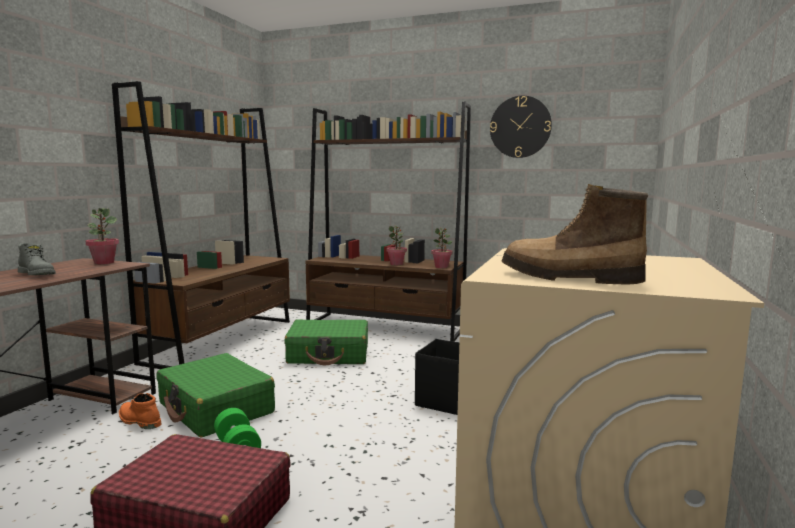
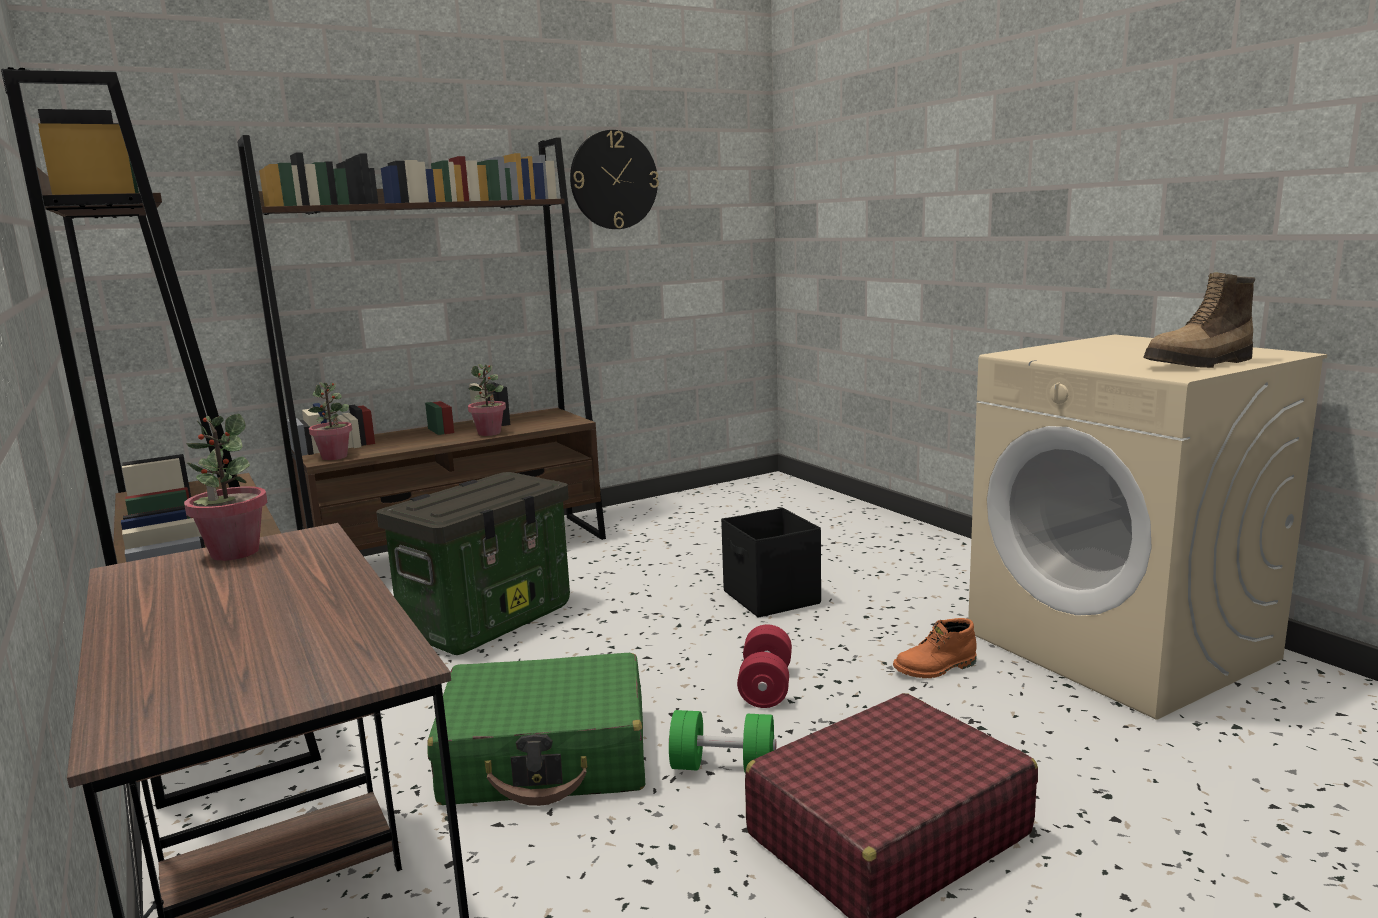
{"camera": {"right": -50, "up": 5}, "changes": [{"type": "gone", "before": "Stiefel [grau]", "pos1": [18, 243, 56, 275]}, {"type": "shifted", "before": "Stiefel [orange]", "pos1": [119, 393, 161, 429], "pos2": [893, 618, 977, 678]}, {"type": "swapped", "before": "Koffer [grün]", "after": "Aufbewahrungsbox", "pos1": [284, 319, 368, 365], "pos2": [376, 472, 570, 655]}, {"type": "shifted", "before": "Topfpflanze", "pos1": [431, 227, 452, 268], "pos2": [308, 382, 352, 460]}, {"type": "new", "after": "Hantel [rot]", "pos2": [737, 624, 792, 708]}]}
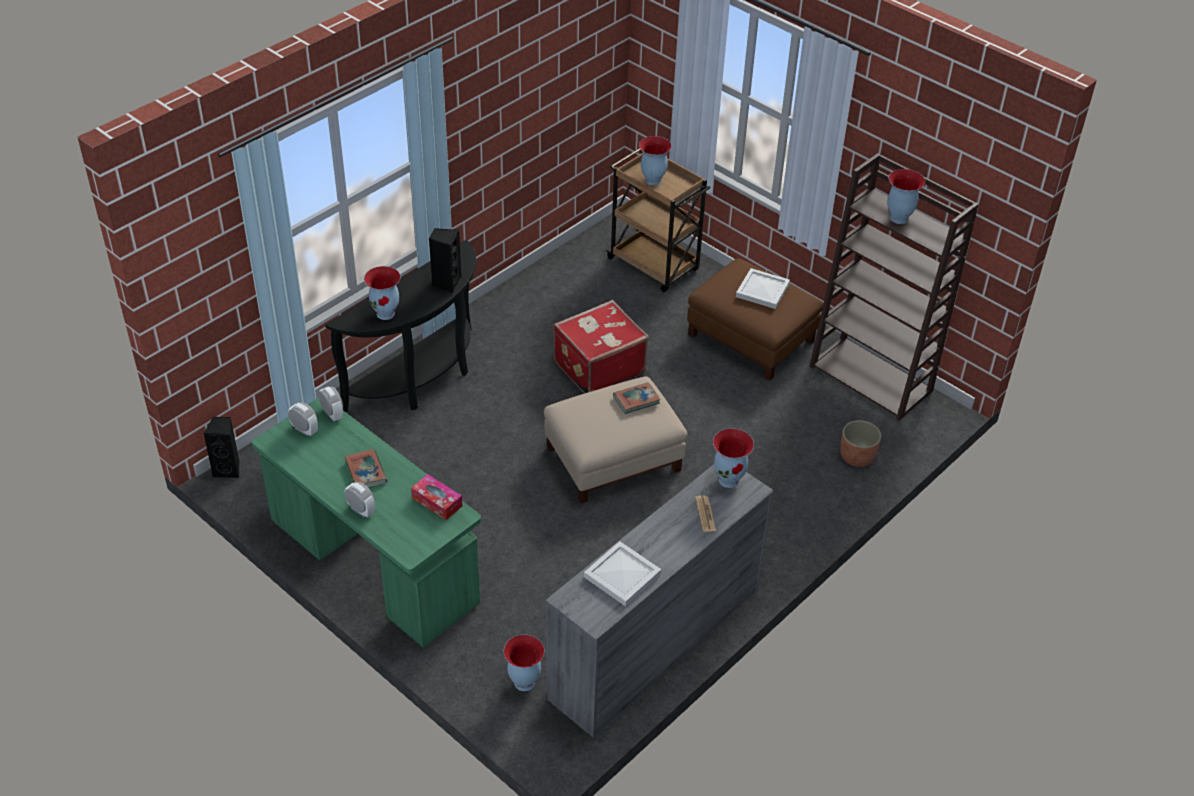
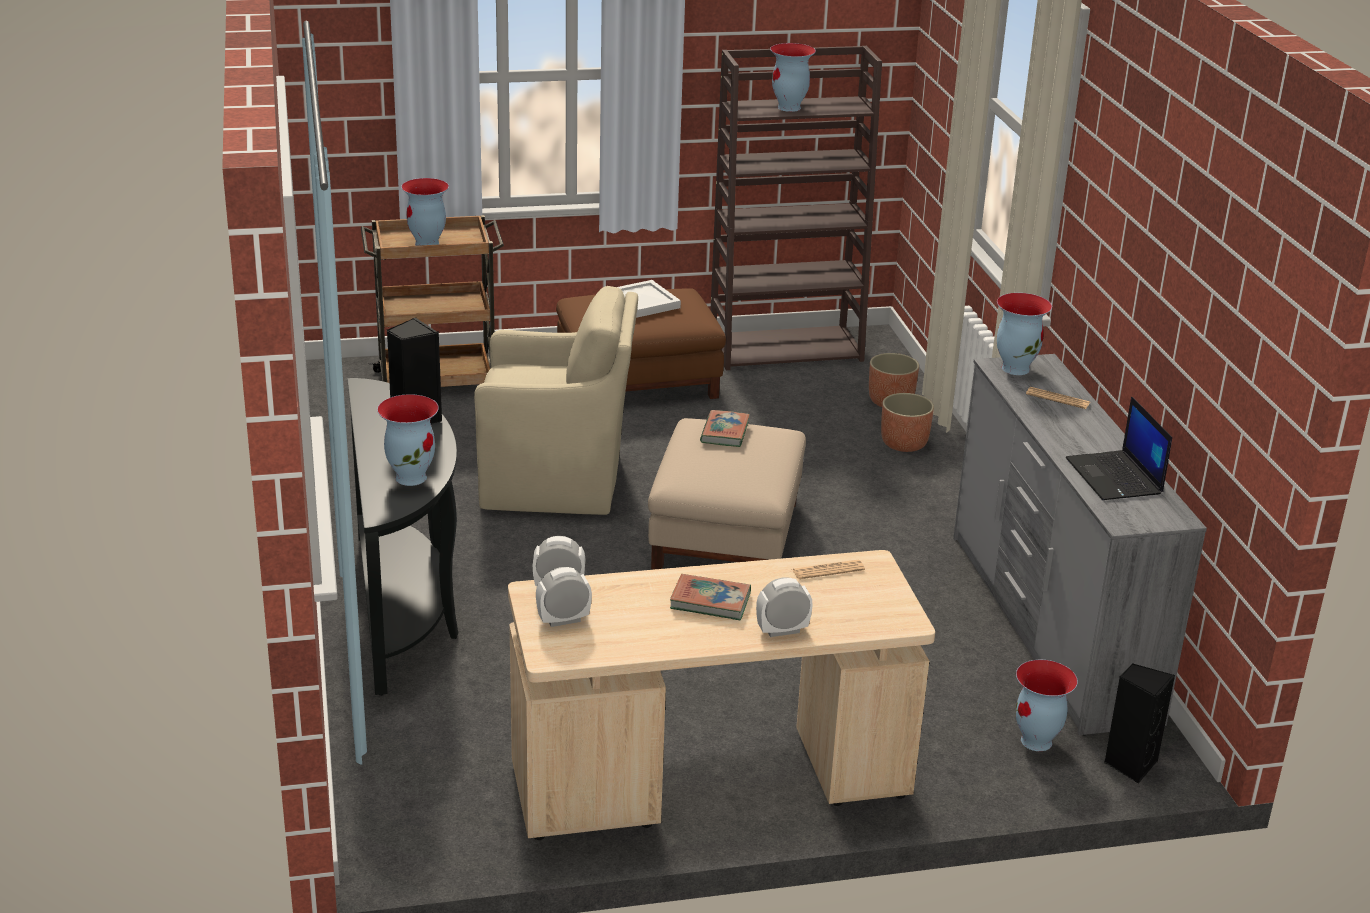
{"camera": {"right": -55, "up": -15}, "changes": [{"type": "shifted", "before": "Lautsprecher [schwarz]", "pos1": [204, 417, 239, 478], "pos2": [1104, 663, 1175, 783]}, {"type": "repainted", "before": "Schreibtisch [grün]", "after": "Schreibtisch [beige]", "pos1": [252, 398, 481, 647], "pos2": [508, 550, 935, 840]}, {"type": "swapped", "before": "Taschentuchbox", "after": "Zeitung", "pos1": [411, 474, 462, 520], "pos2": [792, 560, 865, 579]}, {"type": "swapped", "before": "Koffer [rot]", "after": "Sessel [beige]", "pos1": [553, 300, 649, 394], "pos2": [474, 286, 638, 515]}, {"type": "swapped", "before": "Tablett [weiß]", "after": "Laptop", "pos1": [584, 541, 661, 607], "pos2": [1066, 396, 1172, 500]}, {"type": "new", "after": "Pflanzkübel", "pos2": [881, 393, 934, 452]}]}
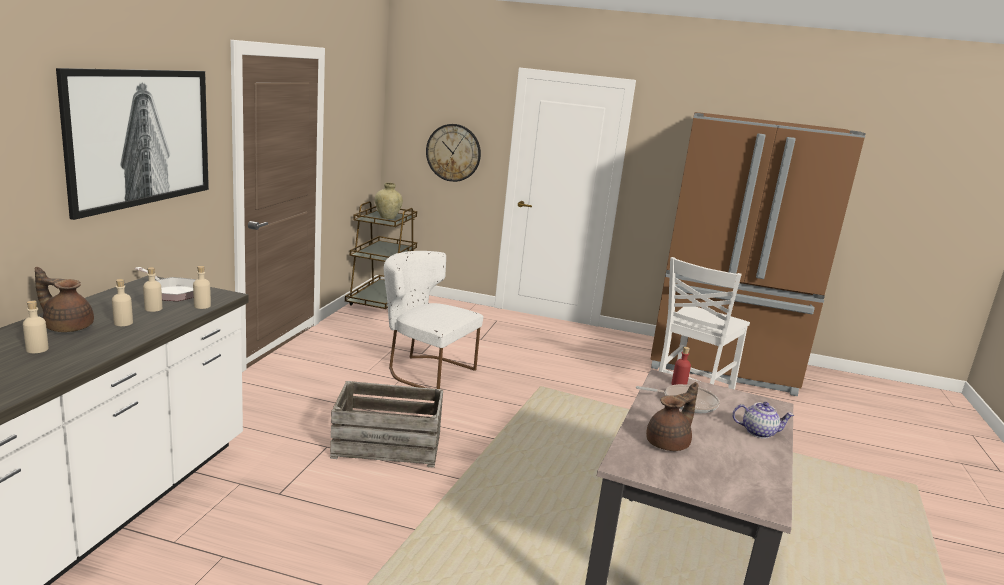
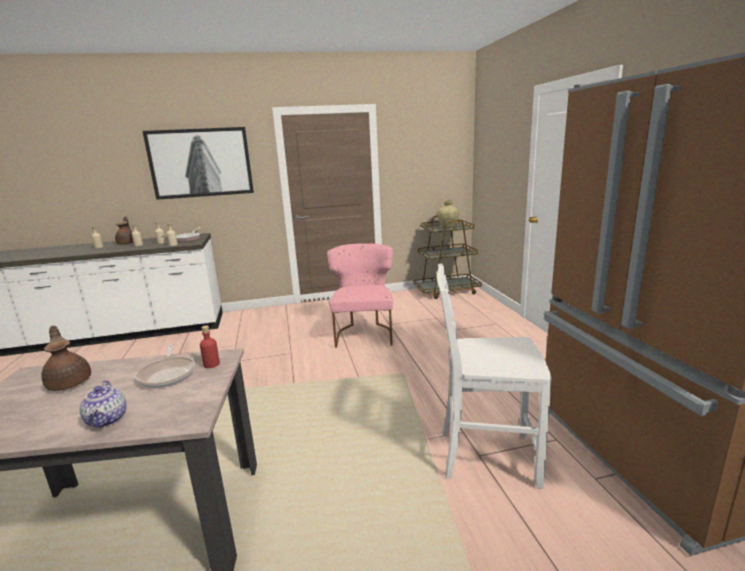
{"camera": {"right": 65, "up": 0}, "changes": [{"type": "gone", "before": "Kiste", "pos1": [330, 381, 443, 468]}, {"type": "repainted", "before": "Stuhl [weiß]", "after": "Stuhl [rosa]", "pos1": [384, 251, 483, 389], "pos2": [327, 243, 393, 348]}, {"type": "gone", "before": "Wanduhr", "pos1": [426, 124, 481, 182]}, {"type": "rotated", "before": "Teekanne [braun]", "pos1": [646, 382, 698, 451], "pos2": [42, 326, 91, 391], "turn": -150}]}
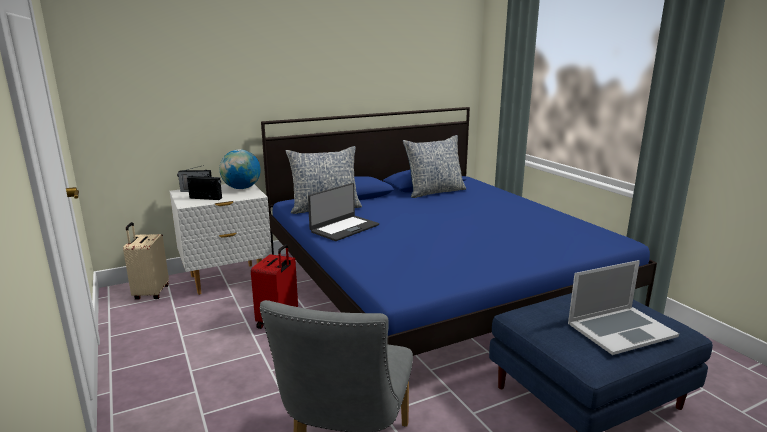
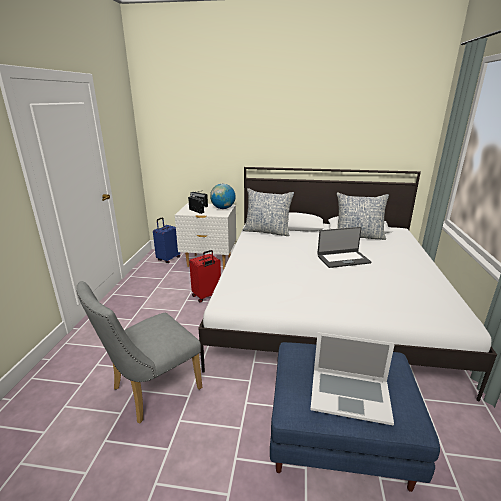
{"camera": {"right": 35, "up": 5}, "changes": [{"type": "repainted", "before": "Koffer [beige]", "after": "Koffer [blau]", "pos1": [123, 222, 169, 300], "pos2": [153, 217, 180, 263]}, {"type": "repainted", "before": "Bett [blau]", "after": "Bett [weiß]", "pos1": [261, 107, 657, 356], "pos2": [199, 167, 497, 401]}, {"type": "shifted", "before": "Laptop", "pos1": [308, 183, 379, 241], "pos2": [317, 227, 372, 268]}]}
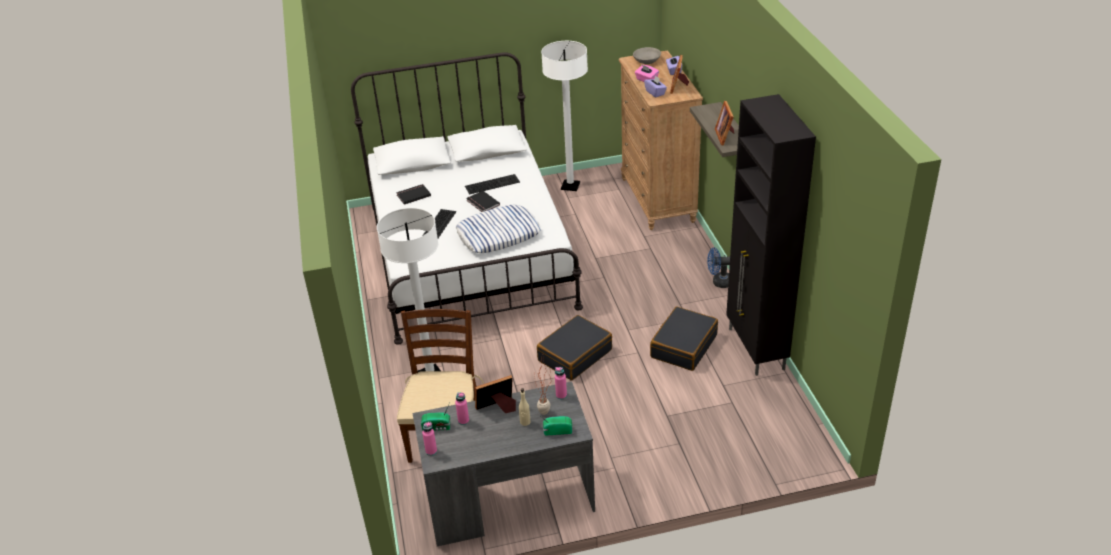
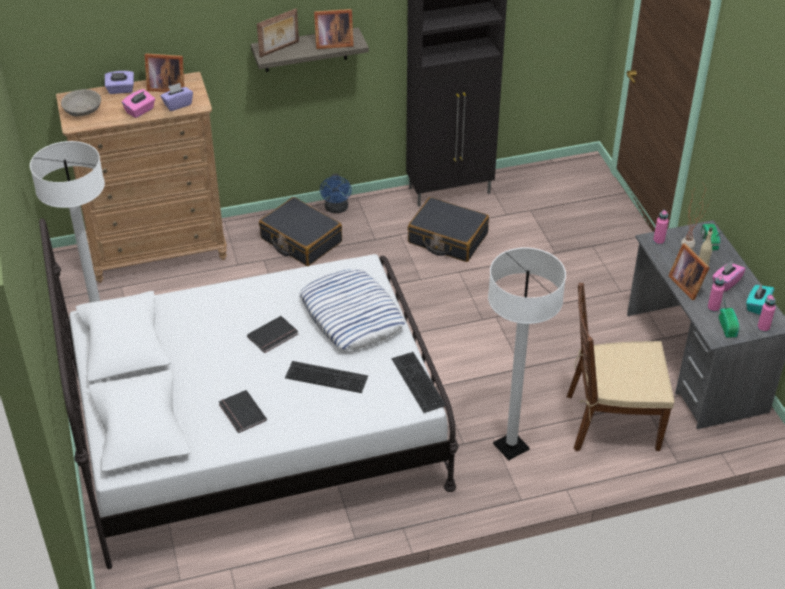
{"camera": {"right": -95, "up": 5}, "changes": [{"type": "shifted", "before": "Tastatur", "pos1": [465, 174, 520, 195], "pos2": [392, 352, 446, 413]}, {"type": "shifted", "before": "Koffer [schwarz]", "pos1": [537, 315, 612, 380], "pos2": [259, 197, 342, 266]}, {"type": "new", "after": "Bilderrahmen", "pos2": [257, 8, 299, 57]}, {"type": "new", "after": "Taschentuchbox [rosa]", "pos2": [712, 261, 746, 291]}, {"type": "new", "after": "Taschentuchbox [türkis]", "pos2": [746, 283, 774, 315]}]}
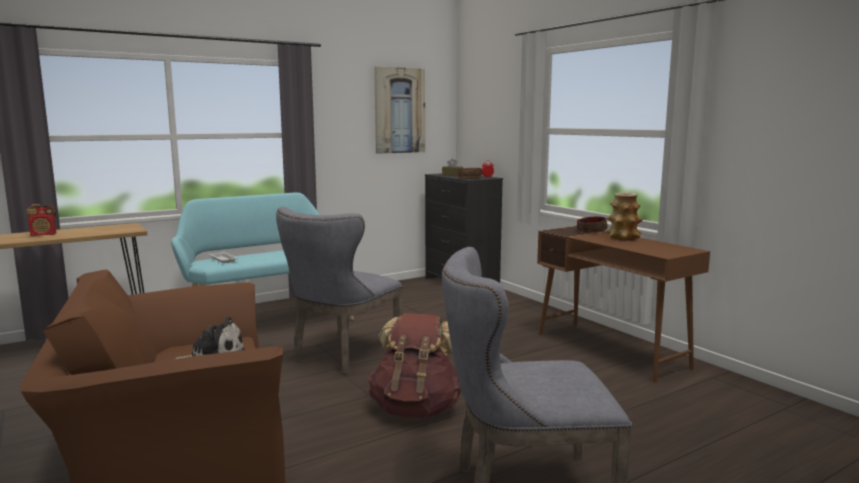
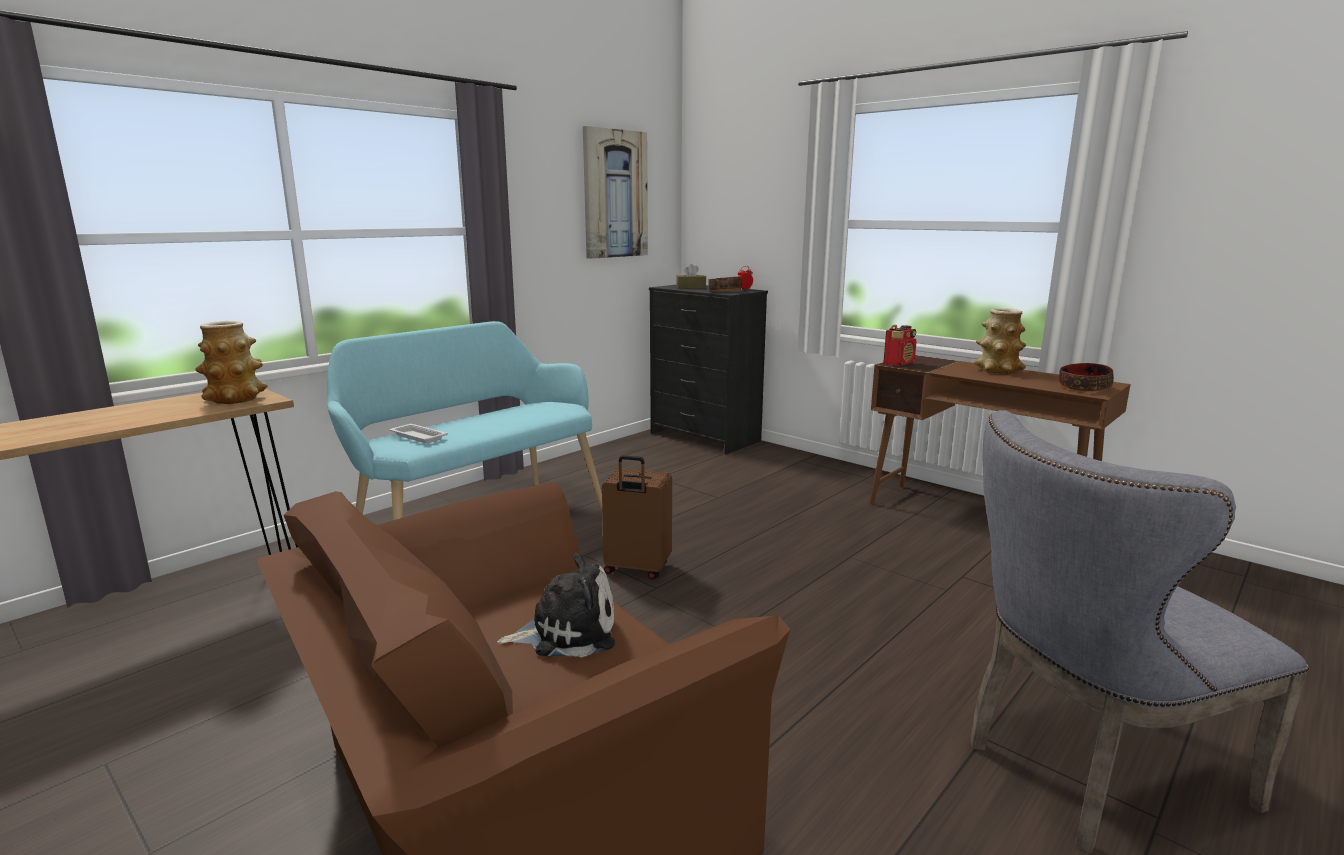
{"camera": {"right": -15, "up": 5}, "changes": [{"type": "shifted", "before": "Radio", "pos1": [26, 204, 56, 236], "pos2": [883, 325, 917, 366]}, {"type": "swapped", "before": "Stuhl [grau]", "after": "Koffer [braun]", "pos1": [276, 207, 403, 374], "pos2": [602, 455, 672, 579]}, {"type": "gone", "before": "Rucksack [braun]", "pos1": [368, 313, 461, 418]}, {"type": "shifted", "before": "Schüssel", "pos1": [577, 216, 608, 233], "pos2": [1059, 363, 1114, 392]}, {"type": "new", "after": "Vase", "pos2": [195, 321, 268, 404]}]}
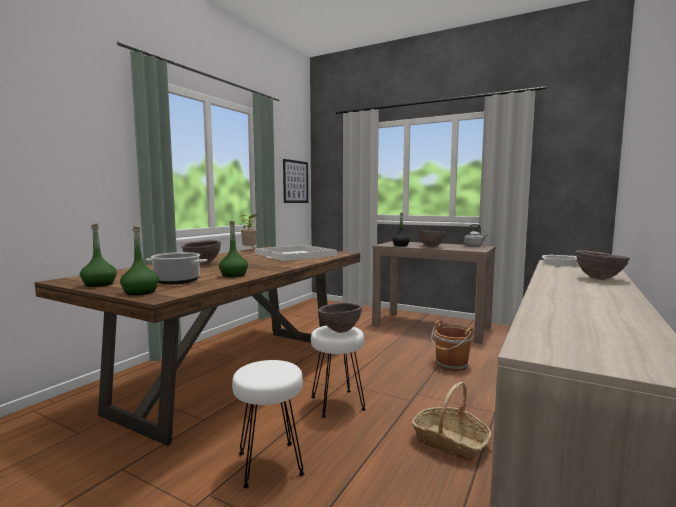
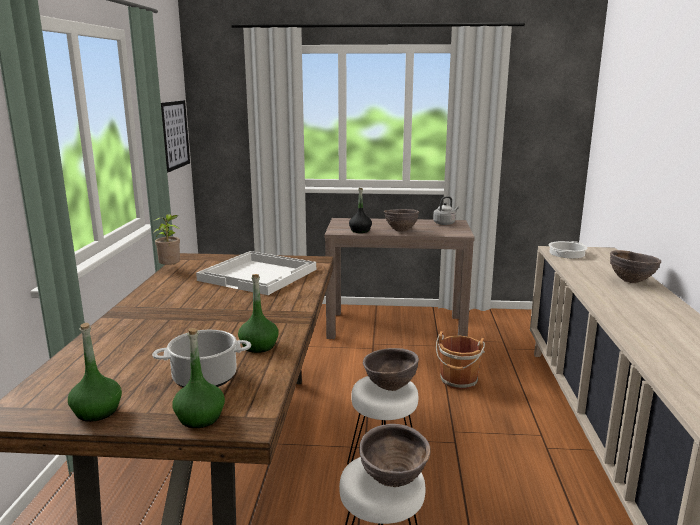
{"camera": {"right": -25, "up": 10}, "changes": [{"type": "shifted", "before": "Schüssel [braun]", "pos1": [181, 240, 221, 265], "pos2": [359, 424, 431, 487]}, {"type": "gone", "before": "Korb", "pos1": [412, 382, 492, 462]}]}
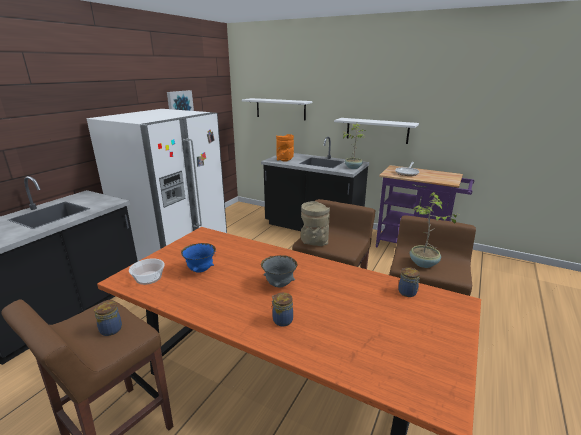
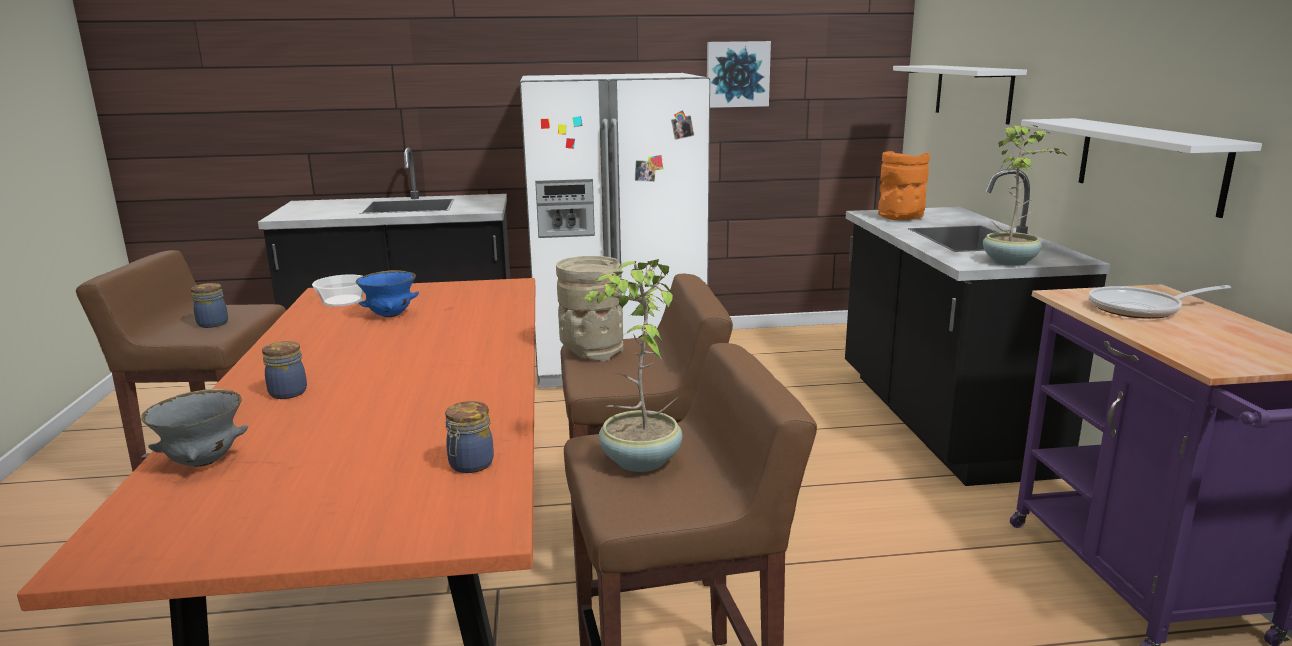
{"camera": {"right": 55, "up": -5}, "changes": [{"type": "shifted", "before": "Schüssel [grau]", "pos1": [261, 255, 298, 287], "pos2": [141, 389, 248, 467]}]}
